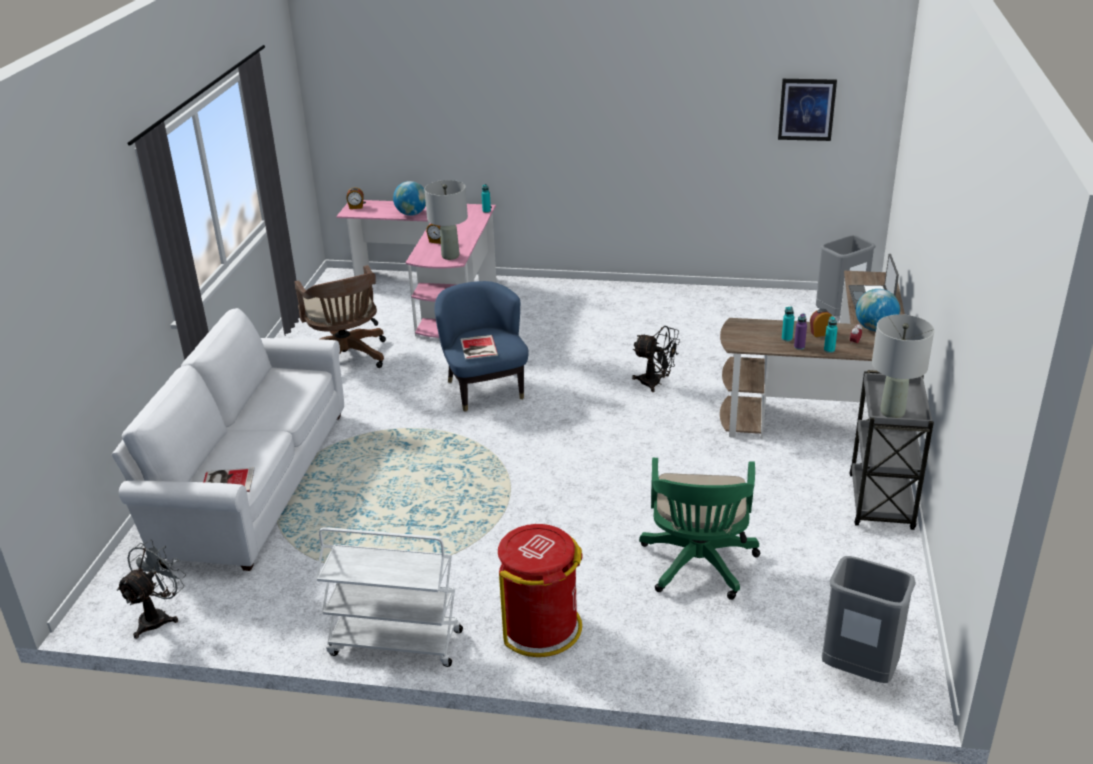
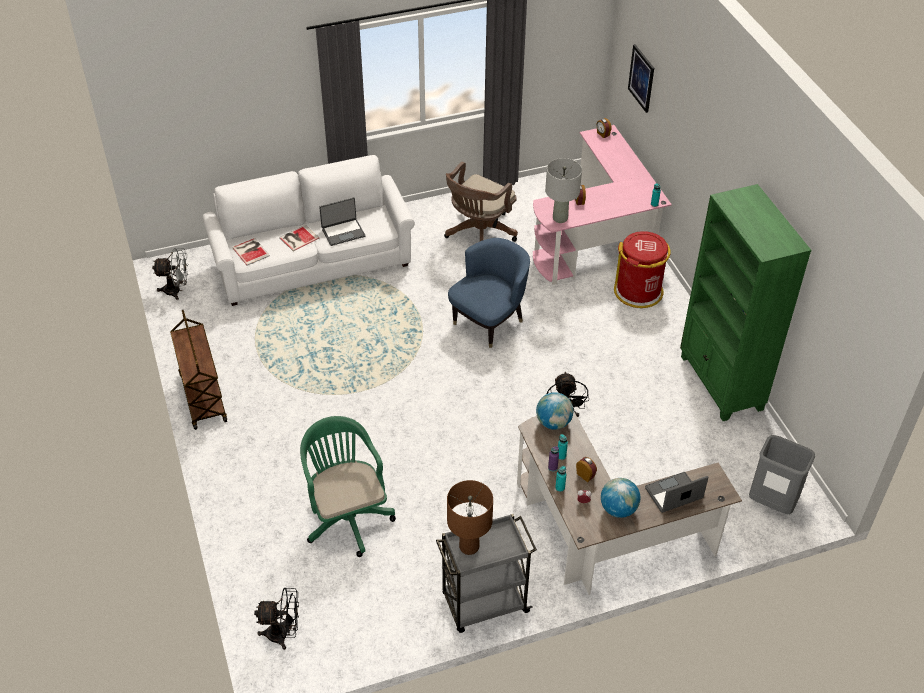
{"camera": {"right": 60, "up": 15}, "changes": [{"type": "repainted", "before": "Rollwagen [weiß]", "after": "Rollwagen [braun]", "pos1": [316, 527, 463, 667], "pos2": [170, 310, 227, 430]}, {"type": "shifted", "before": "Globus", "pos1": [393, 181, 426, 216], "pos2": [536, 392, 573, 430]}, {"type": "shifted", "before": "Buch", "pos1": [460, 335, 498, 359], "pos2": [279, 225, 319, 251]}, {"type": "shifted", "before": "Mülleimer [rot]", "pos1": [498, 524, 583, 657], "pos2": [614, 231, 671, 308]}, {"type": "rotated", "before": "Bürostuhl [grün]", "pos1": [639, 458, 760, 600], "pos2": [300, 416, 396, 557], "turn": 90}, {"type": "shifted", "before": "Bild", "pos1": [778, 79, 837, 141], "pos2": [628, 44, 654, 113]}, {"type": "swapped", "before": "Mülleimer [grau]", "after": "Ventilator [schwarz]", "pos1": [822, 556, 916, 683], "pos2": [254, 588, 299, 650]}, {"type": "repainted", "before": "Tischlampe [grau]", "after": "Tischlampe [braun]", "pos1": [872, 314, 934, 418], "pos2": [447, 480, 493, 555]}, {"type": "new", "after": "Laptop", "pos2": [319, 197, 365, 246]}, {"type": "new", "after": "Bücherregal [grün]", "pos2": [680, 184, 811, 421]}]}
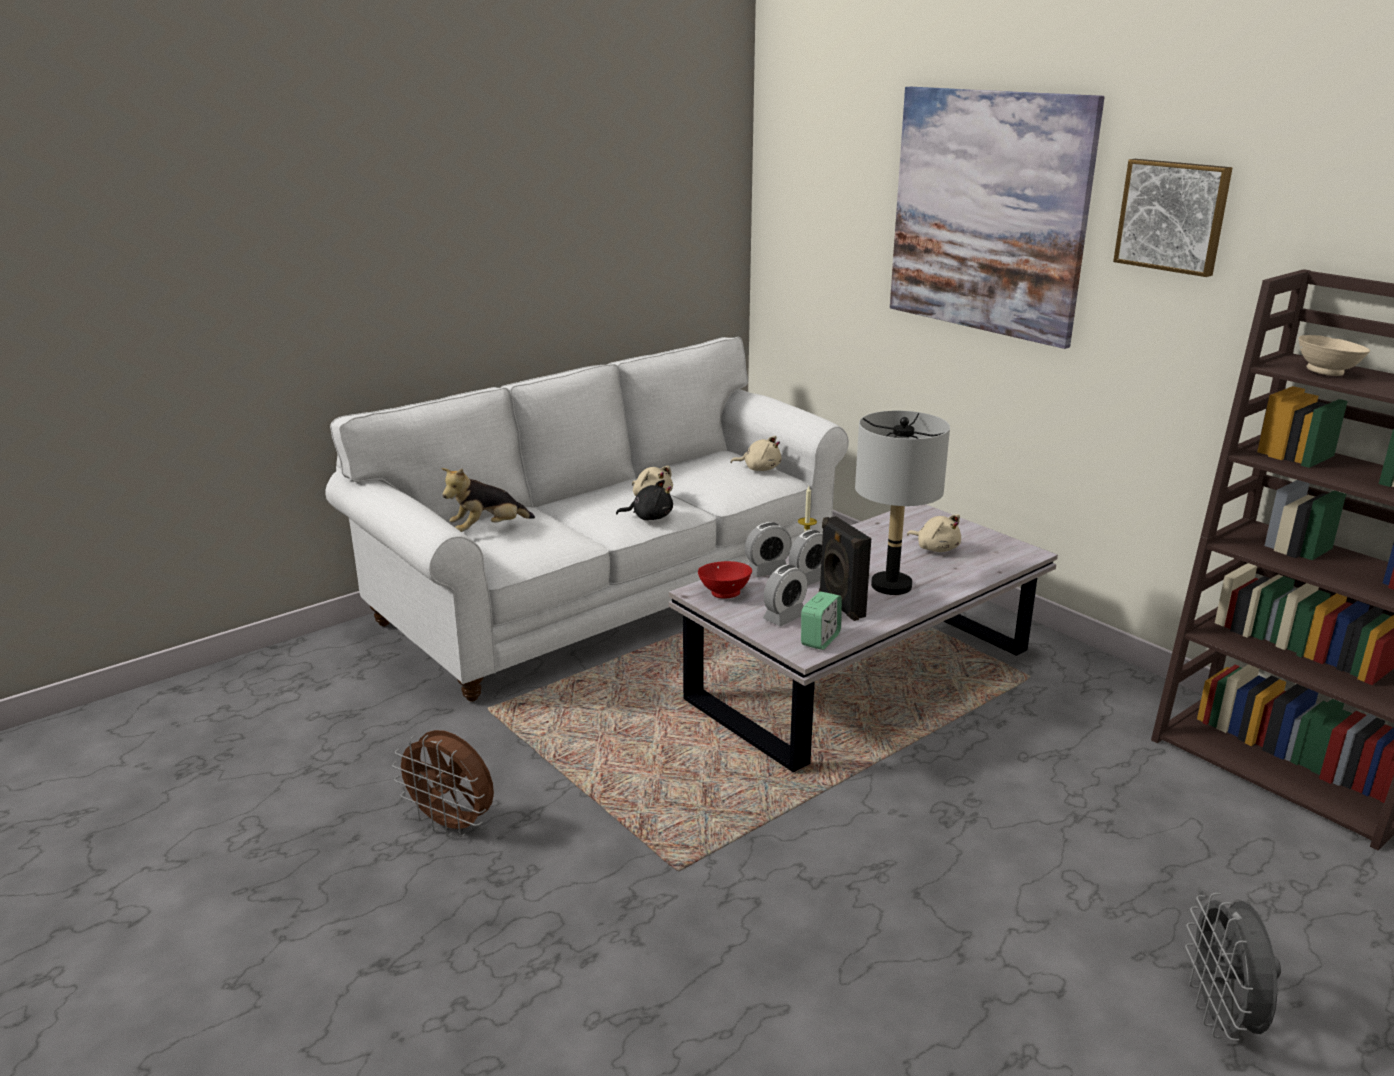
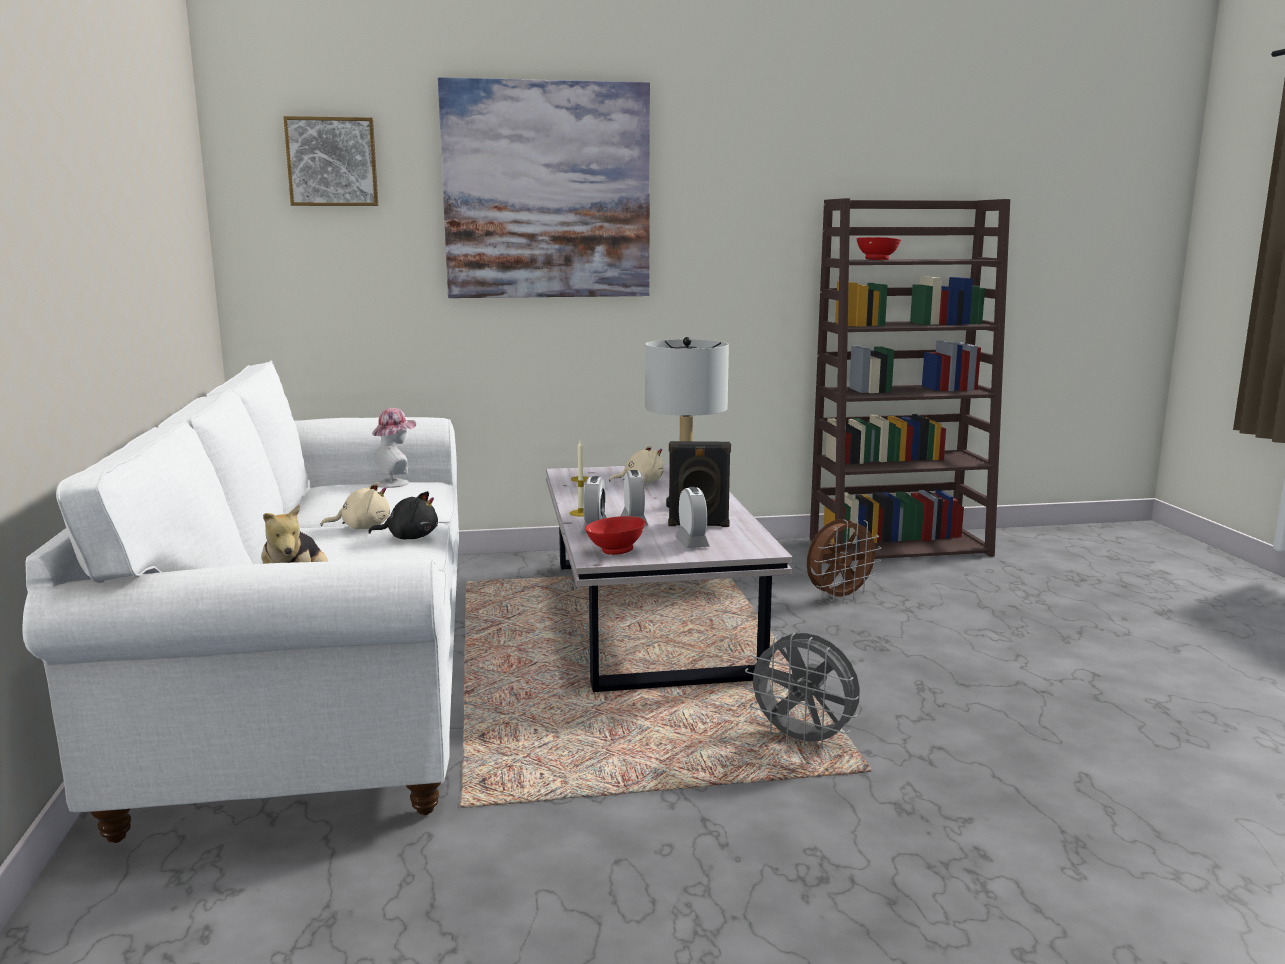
{"camera": {"right": -60, "up": -10}, "changes": [{"type": "shifted", "before": "Ventilator [braun]", "pos1": [392, 730, 494, 837], "pos2": [807, 518, 882, 603]}, {"type": "rotated", "before": "Plüschtier [schwarz]", "pos1": [616, 480, 673, 520], "pos2": [368, 491, 438, 539], "turn": 60}, {"type": "swapped", "before": "Plüschtier [beige]", "after": "Hut", "pos1": [730, 436, 781, 471], "pos2": [372, 408, 416, 488]}, {"type": "gone", "before": "Wecker", "pos1": [801, 591, 842, 650]}, {"type": "shifted", "before": "Bild", "pos1": [1113, 159, 1232, 277], "pos2": [283, 116, 378, 206]}, {"type": "shifted", "before": "Ventilator [grau]", "pos1": [1185, 893, 1281, 1041], "pos2": [745, 633, 860, 749]}, {"type": "repainted", "before": "Schüssel [beige]", "after": "Schüssel [rot]", "pos1": [1298, 335, 1370, 376], "pos2": [857, 237, 901, 260]}]}
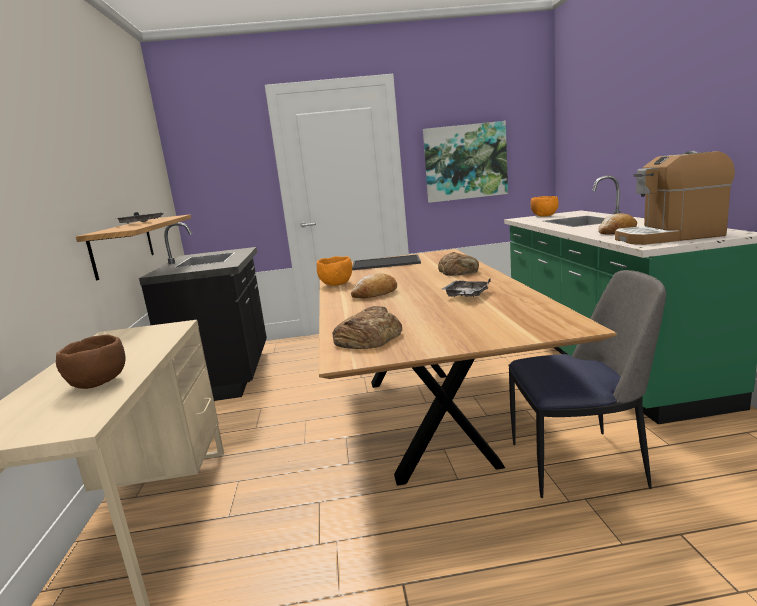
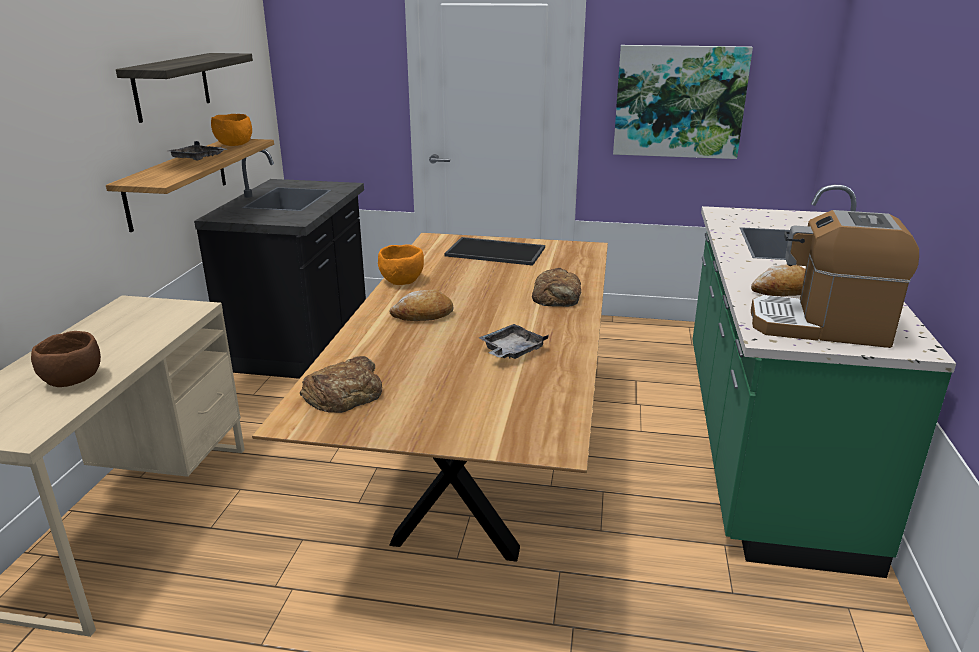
{"camera": {"right": 15, "up": 10}, "changes": [{"type": "gone", "before": "Stuhl", "pos1": [508, 270, 666, 498]}, {"type": "shifted", "before": "Schüssel [orange]", "pos1": [531, 196, 559, 217], "pos2": [211, 114, 252, 146]}, {"type": "new", "after": "Wandregal", "pos2": [116, 53, 253, 123]}]}
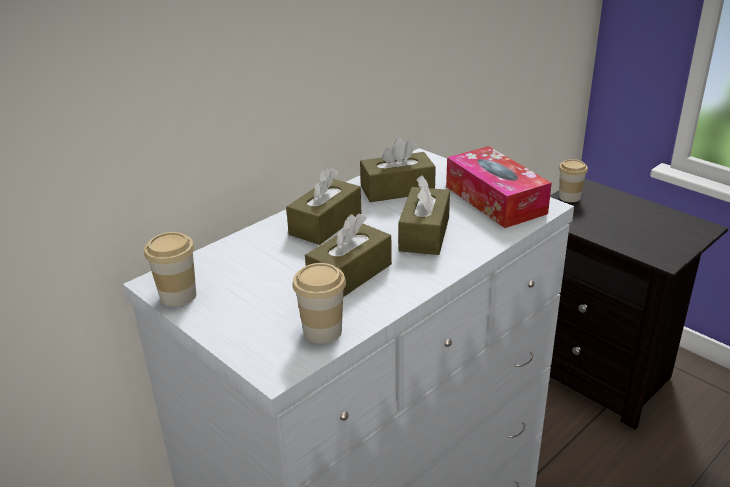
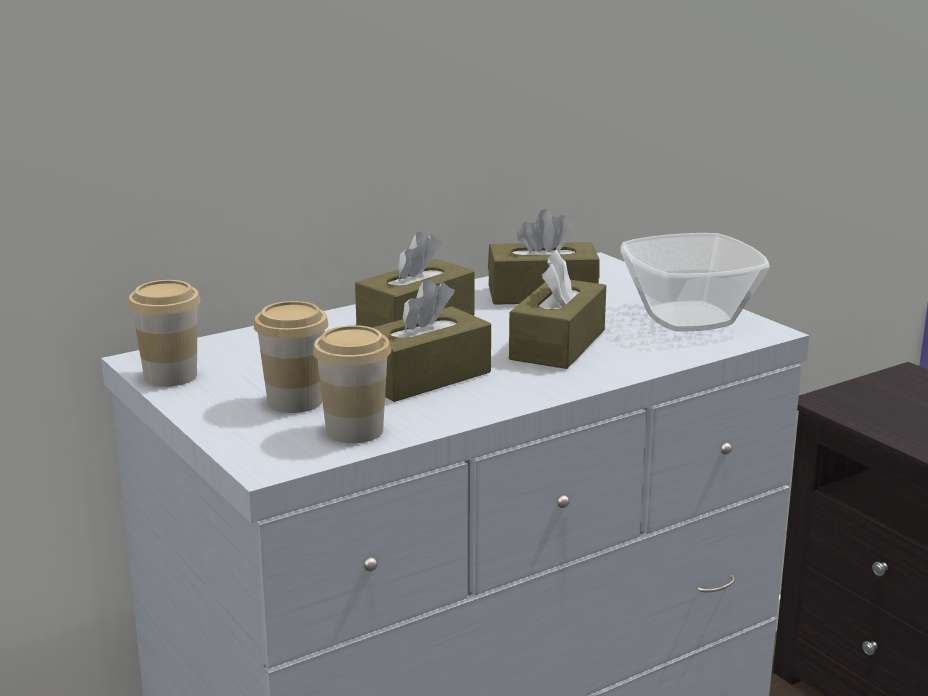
{"camera": {"right": 10, "up": -10}, "changes": [{"type": "swapped", "before": "Taschentuchbox", "after": "Schüssel", "pos1": [446, 146, 552, 228], "pos2": [620, 233, 770, 332]}, {"type": "shifted", "before": "Tasse", "pos1": [559, 159, 588, 202], "pos2": [254, 301, 328, 413]}]}
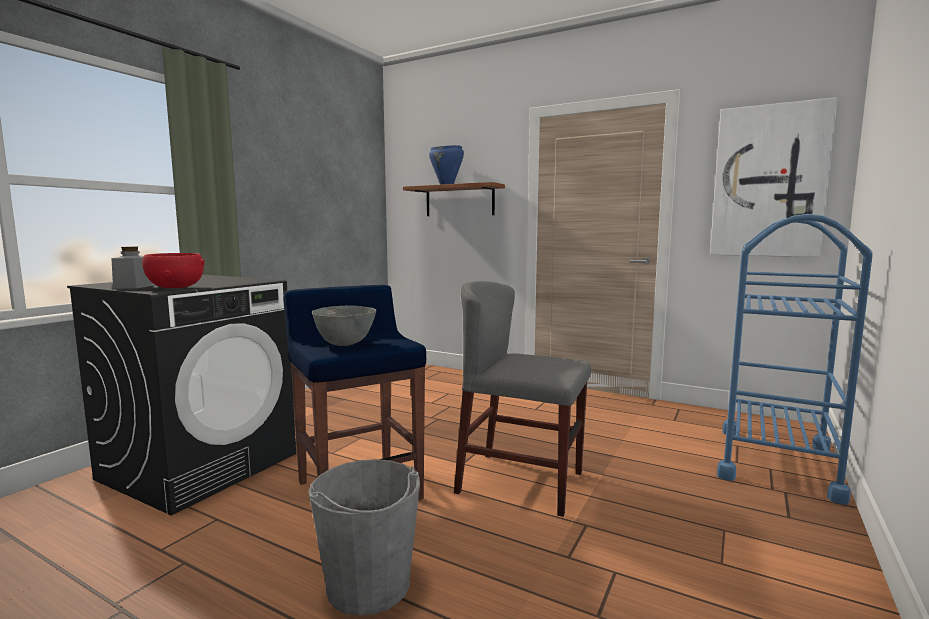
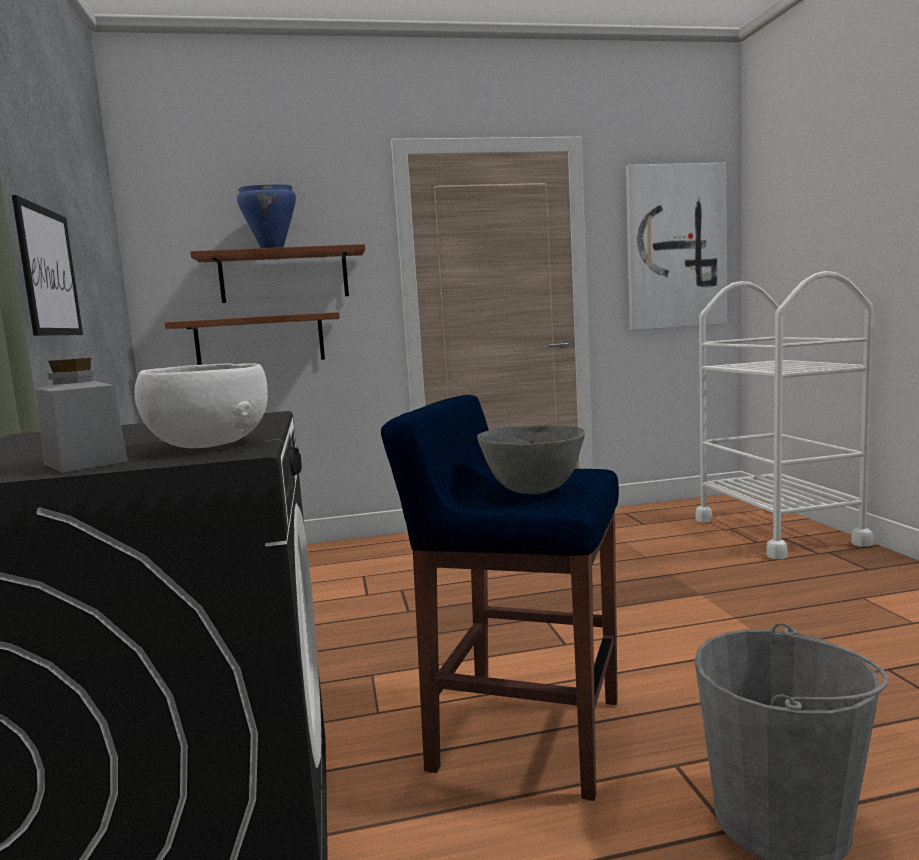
{"camera": {"right": -40, "up": 0}, "changes": [{"type": "repainted", "before": "Schüssel [rot]", "after": "Schüssel [weiß]", "pos1": [142, 253, 205, 288], "pos2": [134, 363, 268, 448]}, {"type": "gone", "before": "Stuhl [grau]", "pos1": [454, 281, 591, 517]}, {"type": "repainted", "before": "Rollwagen [blau]", "after": "Rollwagen [weiß]", "pos1": [717, 214, 873, 505], "pos2": [696, 271, 873, 559]}, {"type": "new", "after": "Bild", "pos2": [12, 195, 83, 336]}, {"type": "new", "after": "Wandregal [braun]", "pos2": [164, 312, 340, 365]}]}
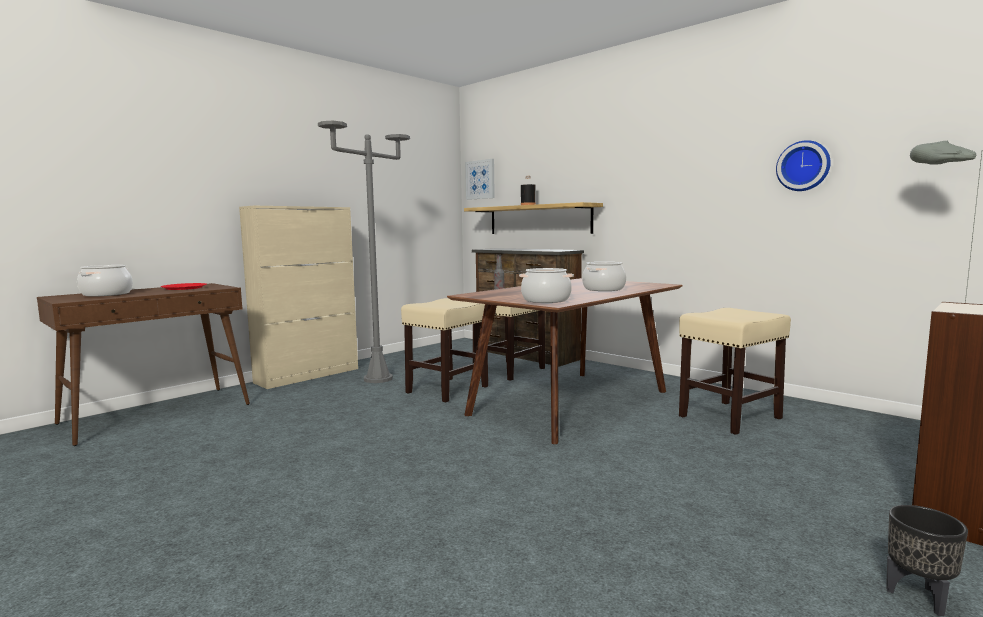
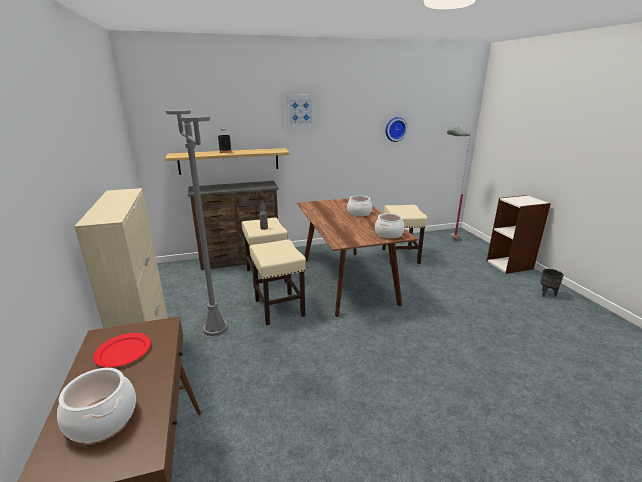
{"camera": {"right": -60, "up": 15}, "changes": [{"type": "shifted", "before": "Bild", "pos1": [465, 159, 495, 200], "pos2": [285, 94, 316, 128]}]}
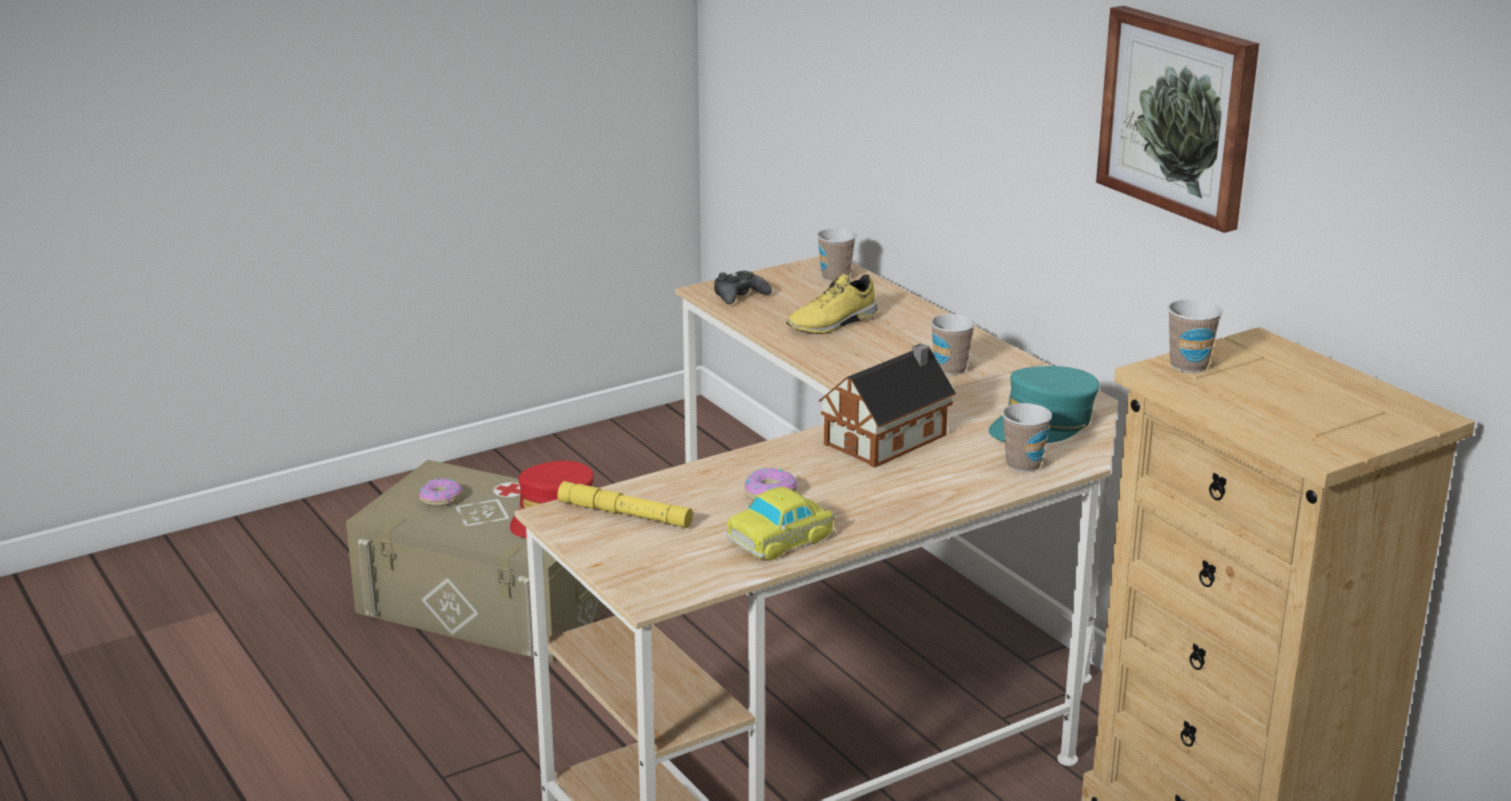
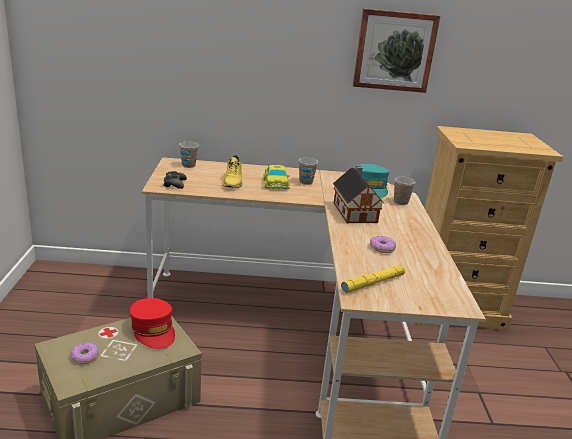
{"camera": {"right": -60, "up": 0}, "changes": [{"type": "shifted", "before": "Spielzeugauto", "pos1": [726, 487, 835, 561], "pos2": [264, 165, 290, 190]}, {"type": "gone", "before": "Tasse", "pos1": [1167, 299, 1222, 373]}]}
